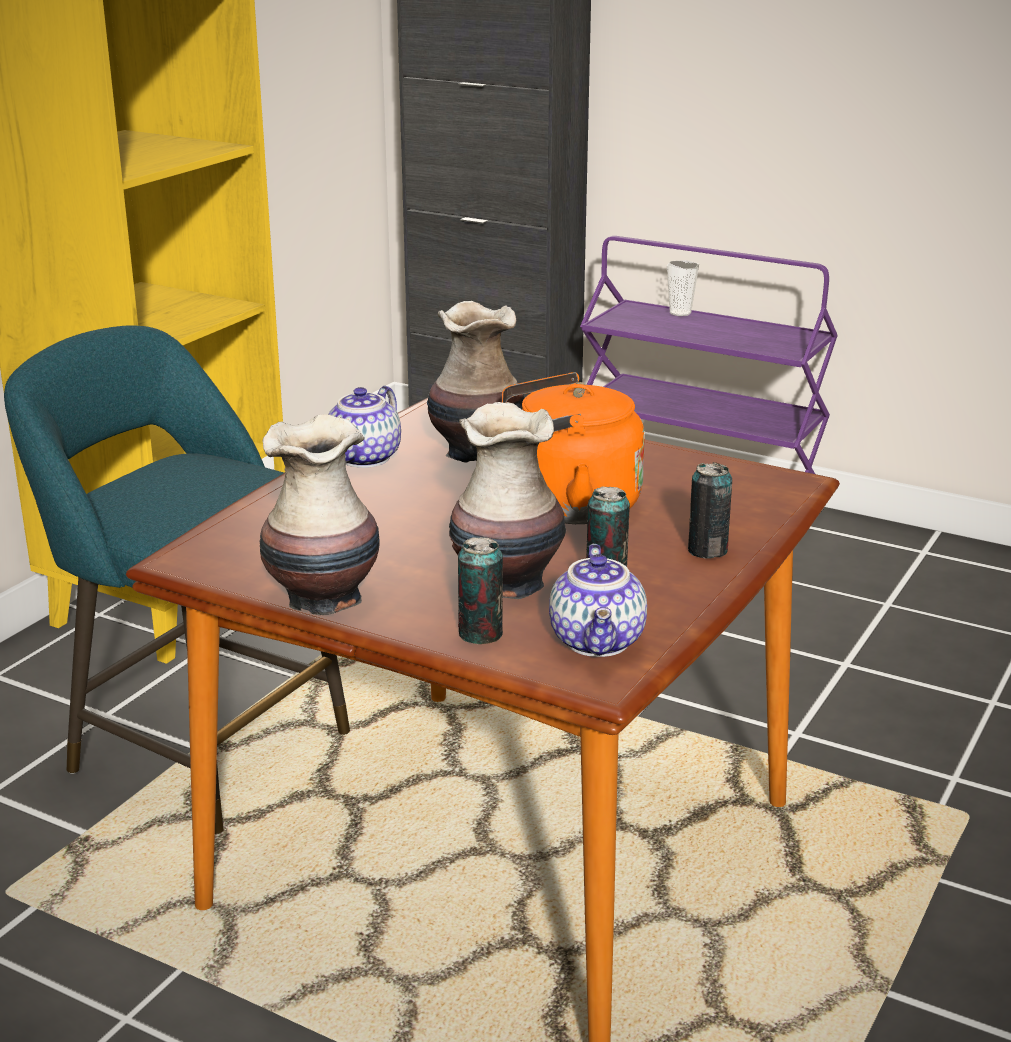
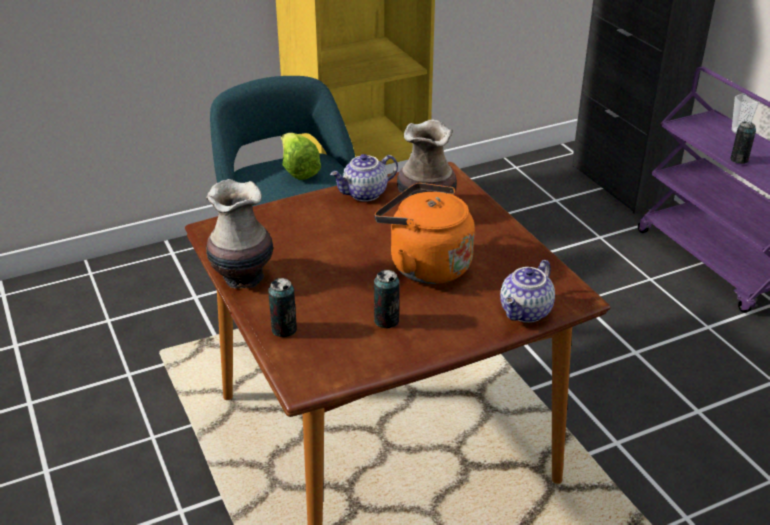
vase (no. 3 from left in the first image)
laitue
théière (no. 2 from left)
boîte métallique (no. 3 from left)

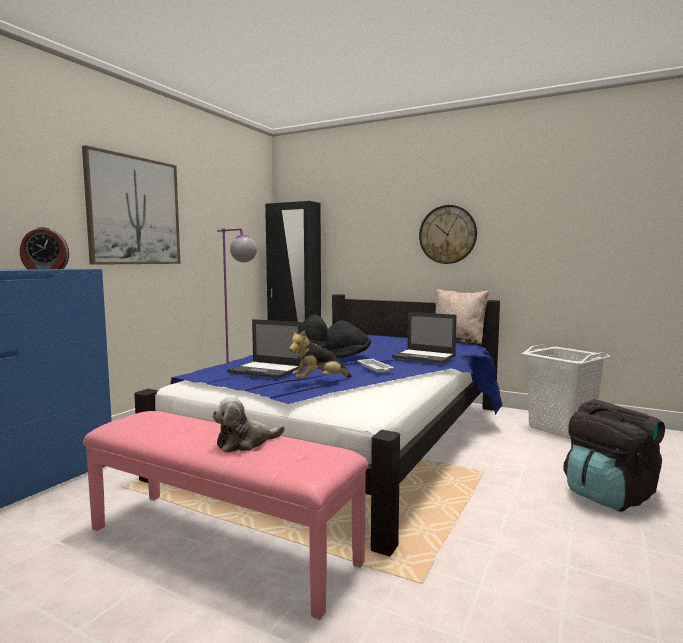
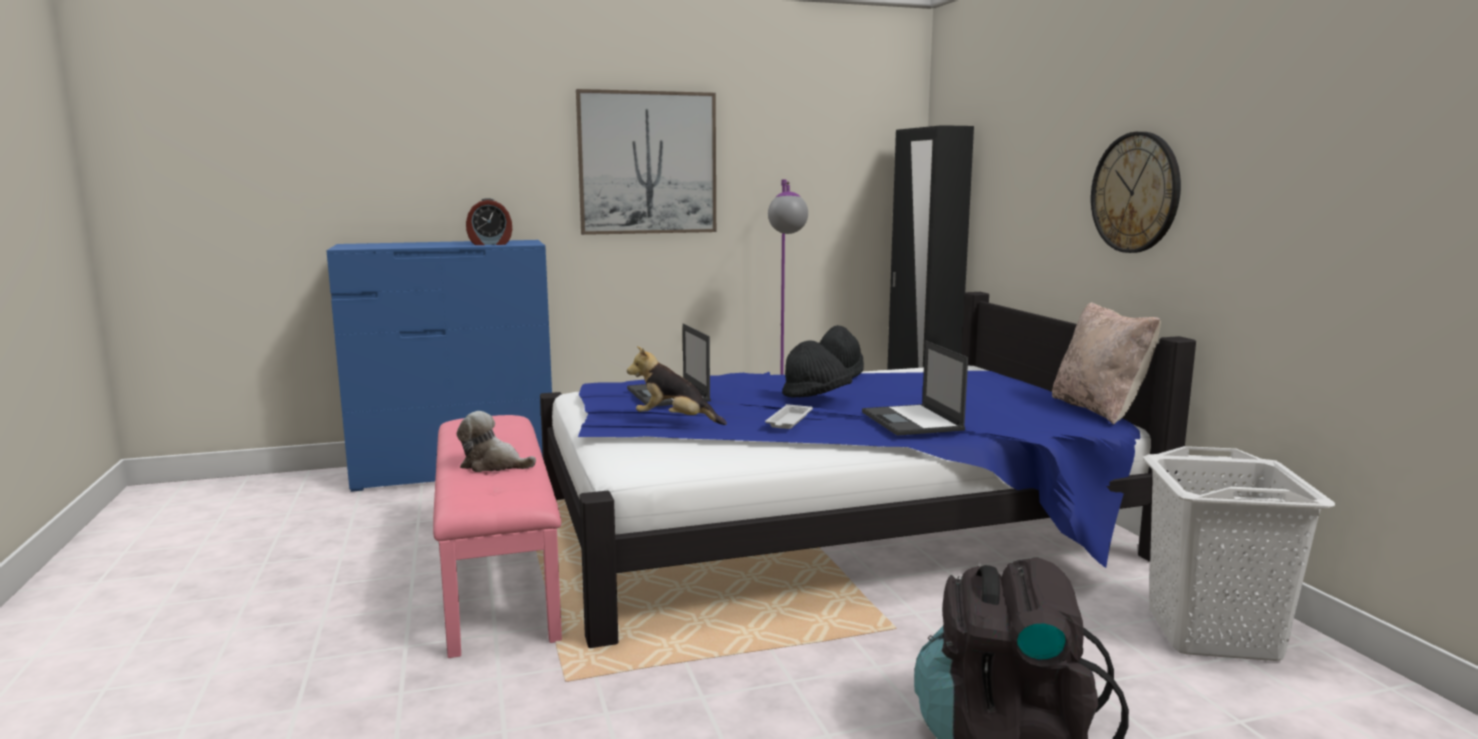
réveil

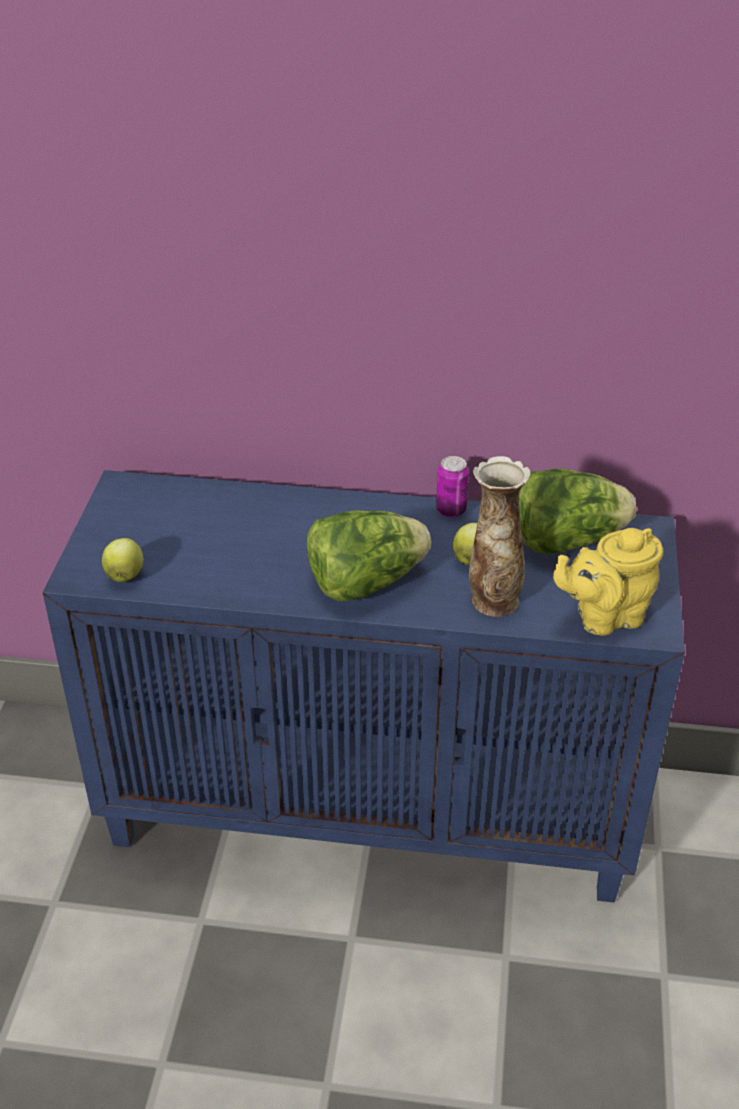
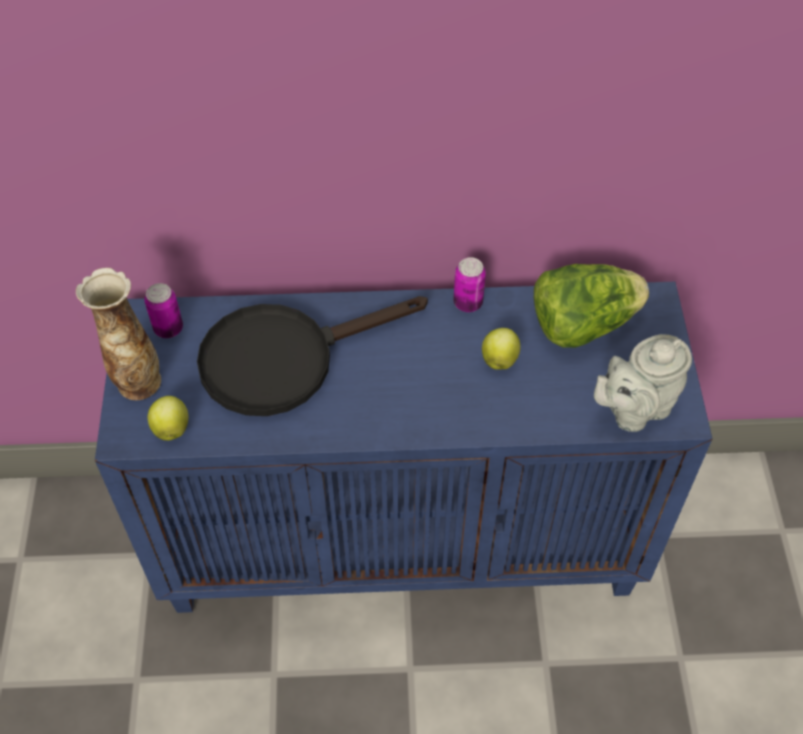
laitue (no. 1 from left in the first image)
boîte métallique (no. 1 from left)
poêle (noir)
vase
théière (gris)

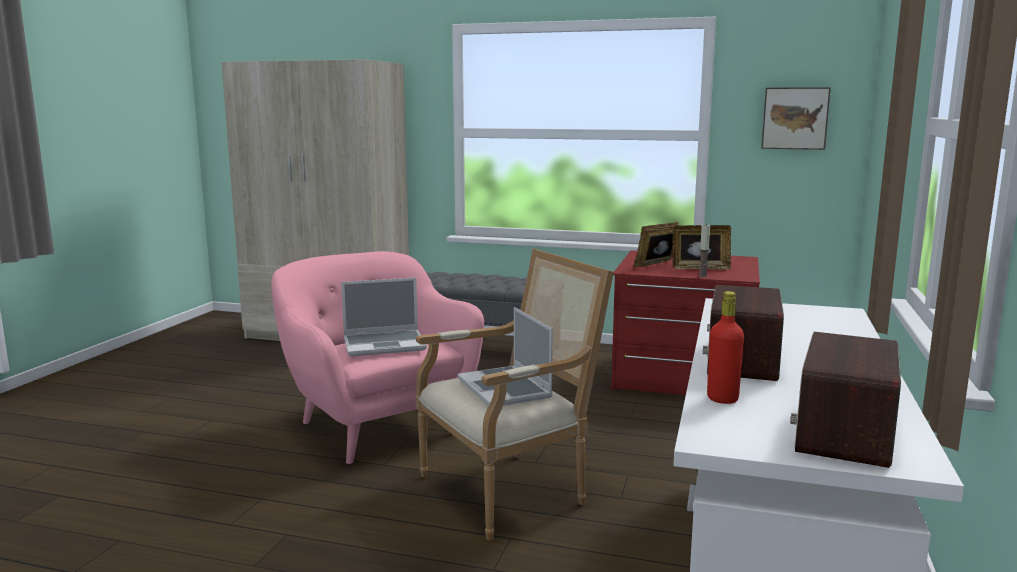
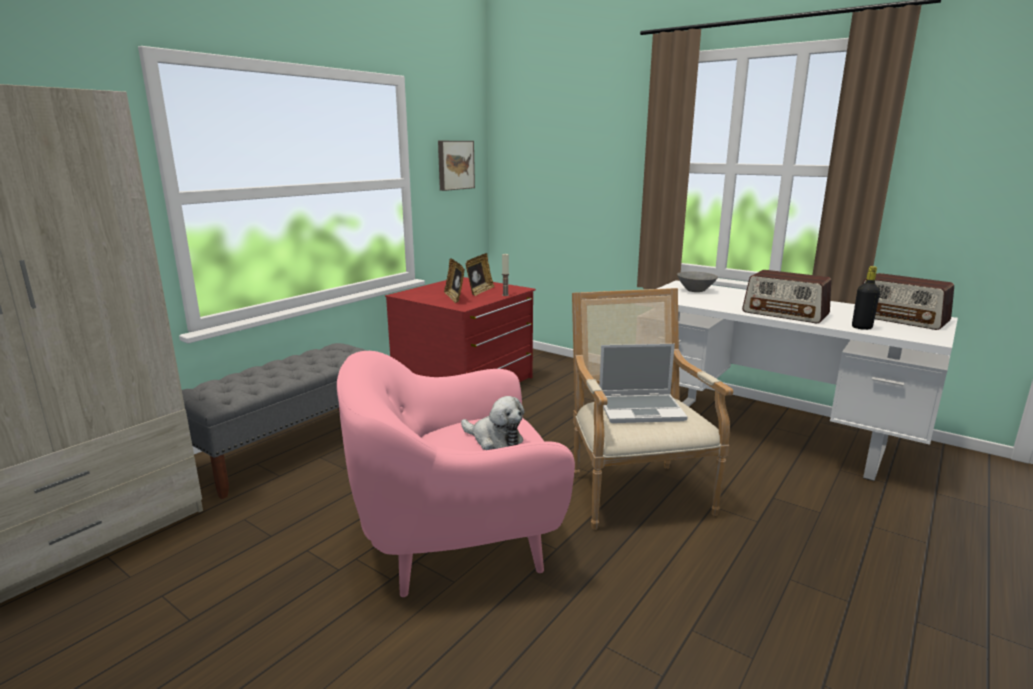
bol (gris)
peluche
bouteille (noir)

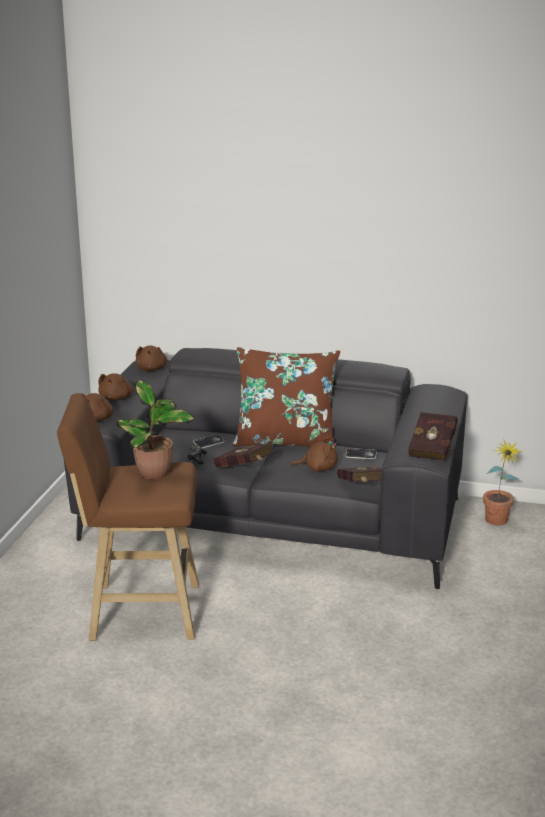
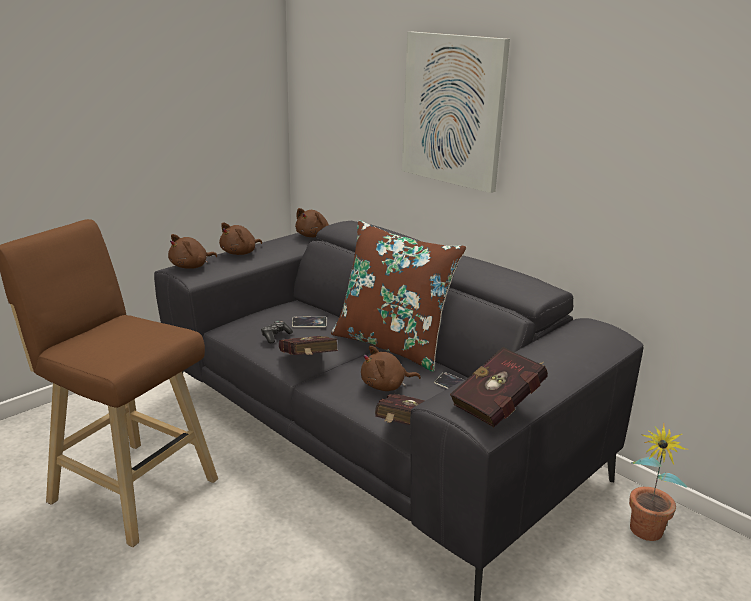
plante en pot (no. 1 from left in the first image)
tableau
peluche (marron) (no. 4 from left)

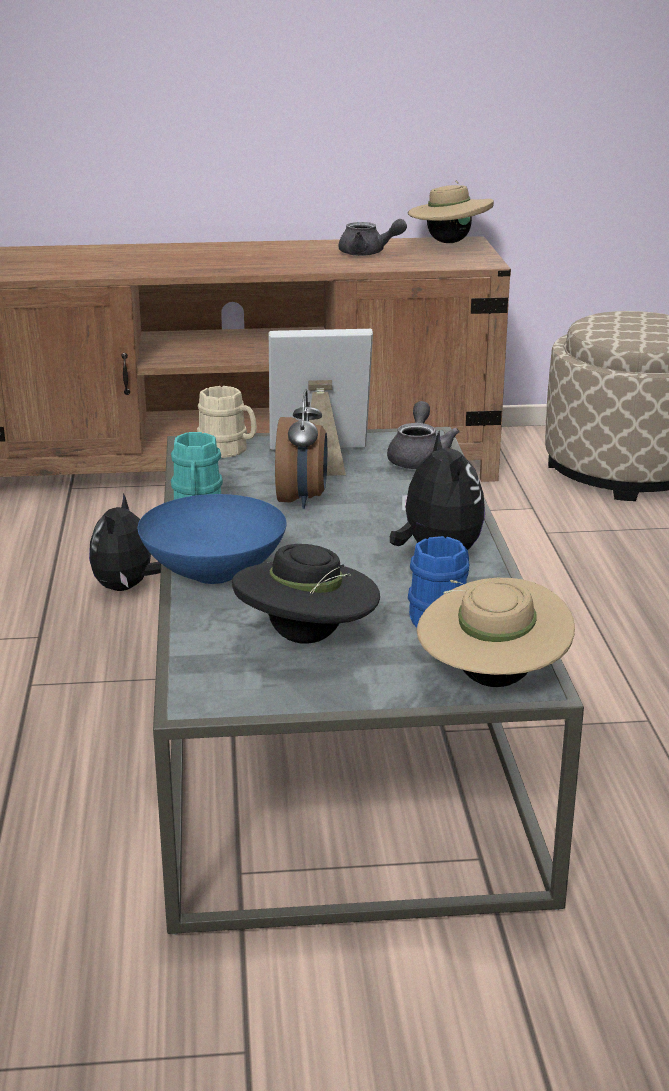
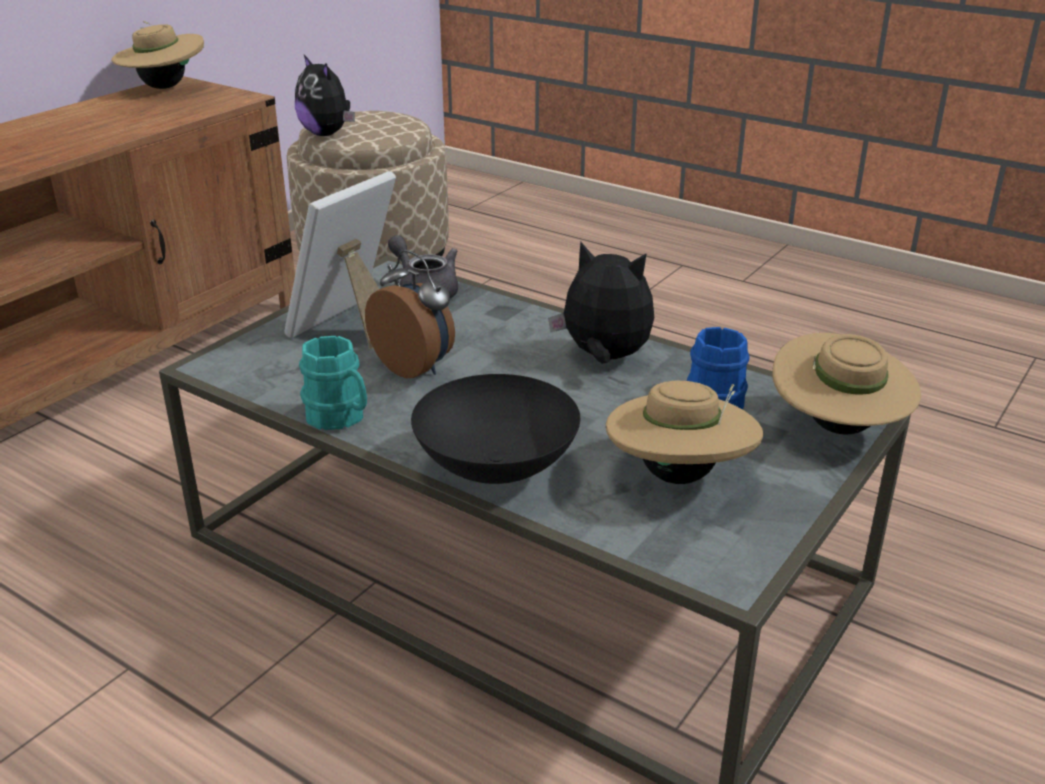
mug (beige)
théière (gris) (no. 1 from left in the first image)
peluche (no. 1 from left)
bol (noir)
chapeau (beige) (no. 2 from left)

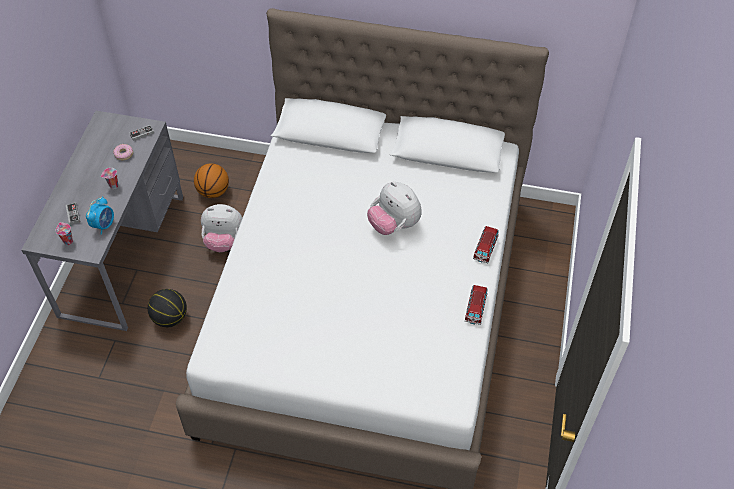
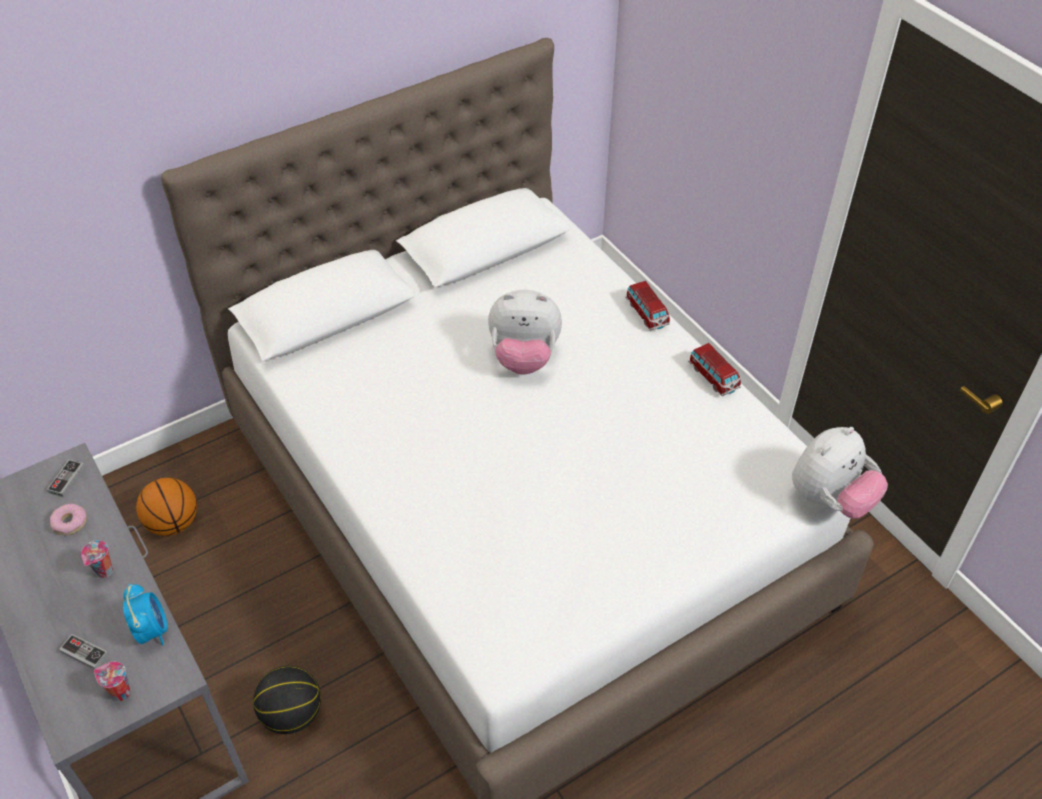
peluche (no. 2 from left)

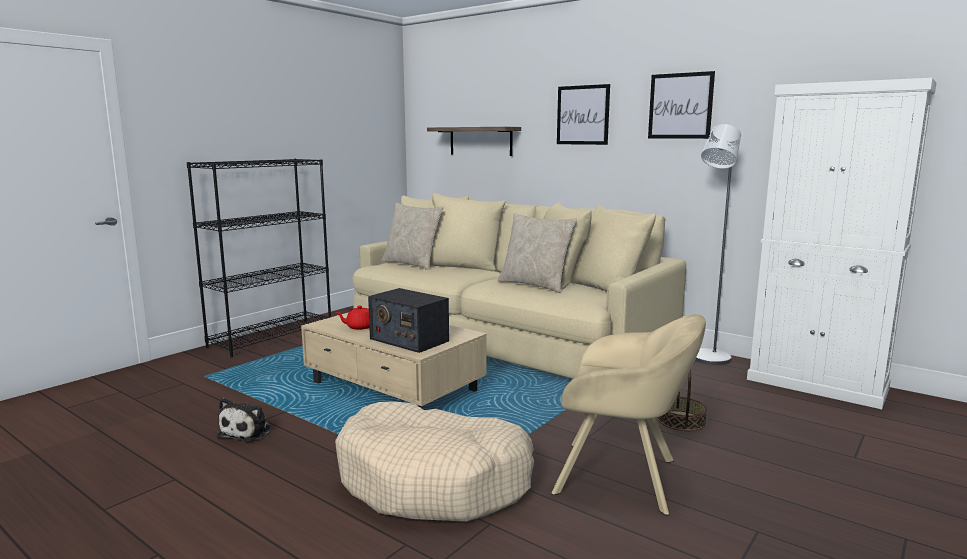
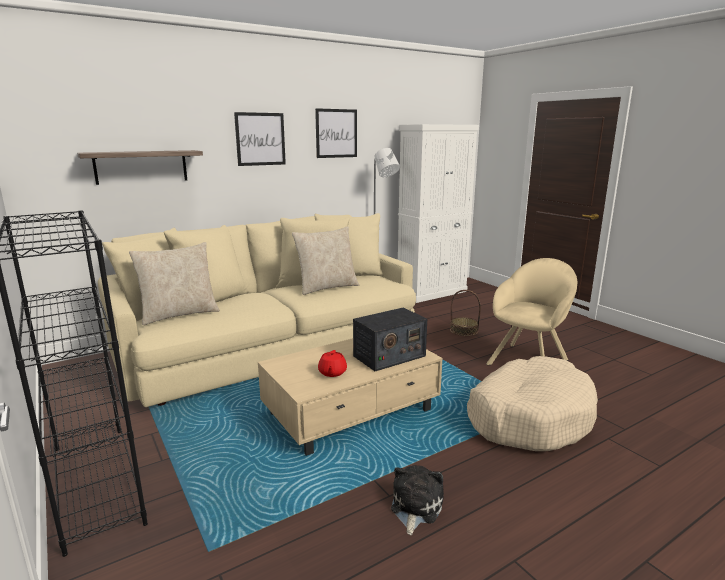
peluche

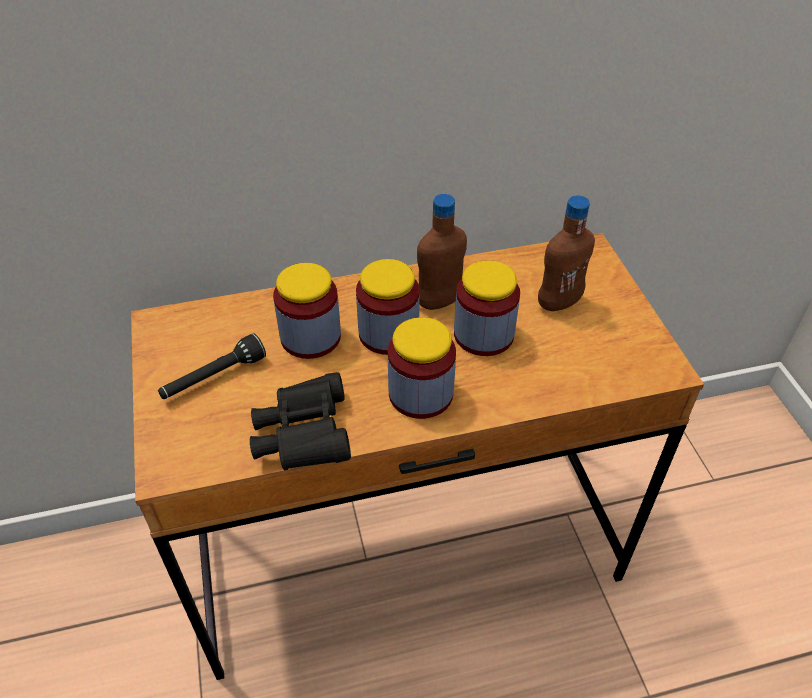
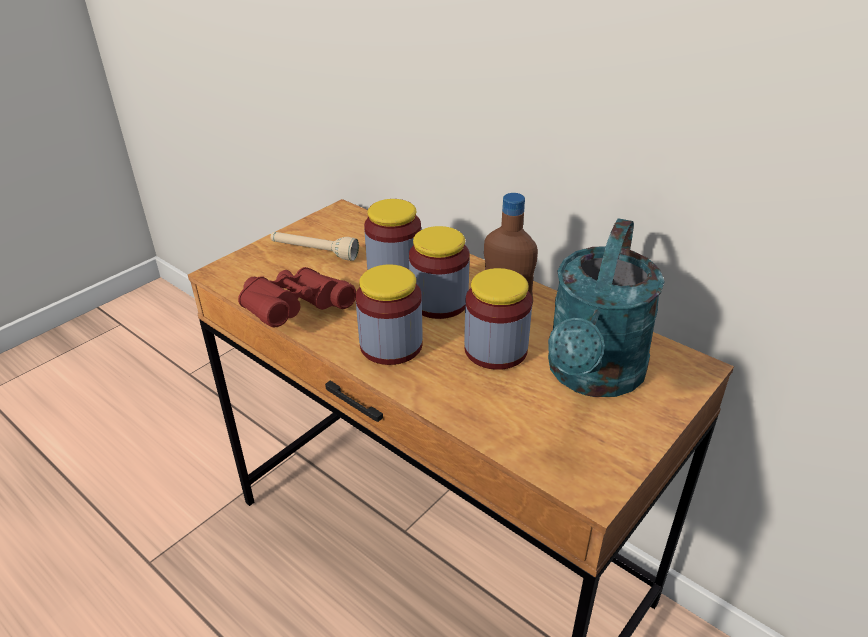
arrosoir (turquoise)
lampe de poche (beige)
jumelles (rouge)

